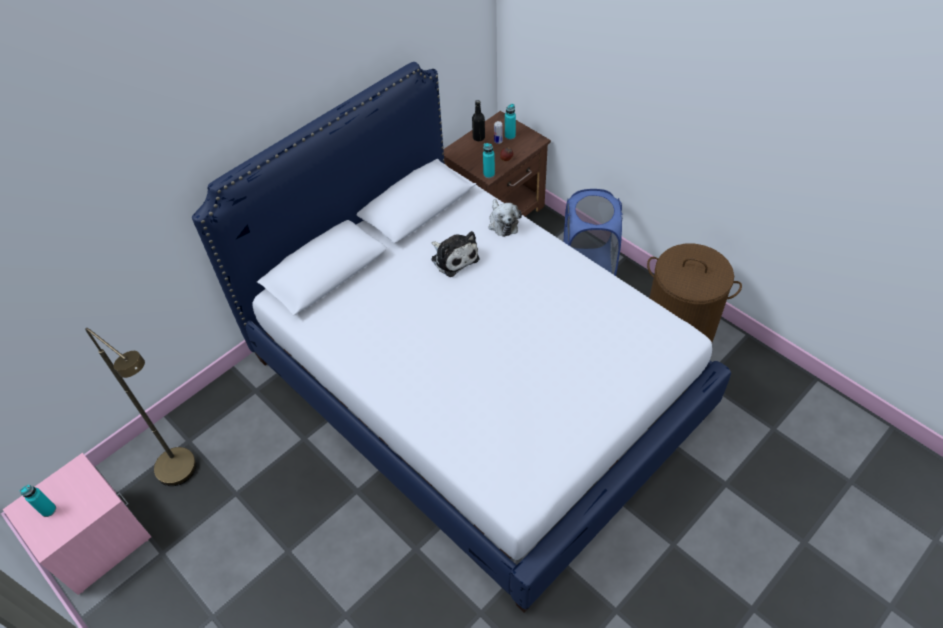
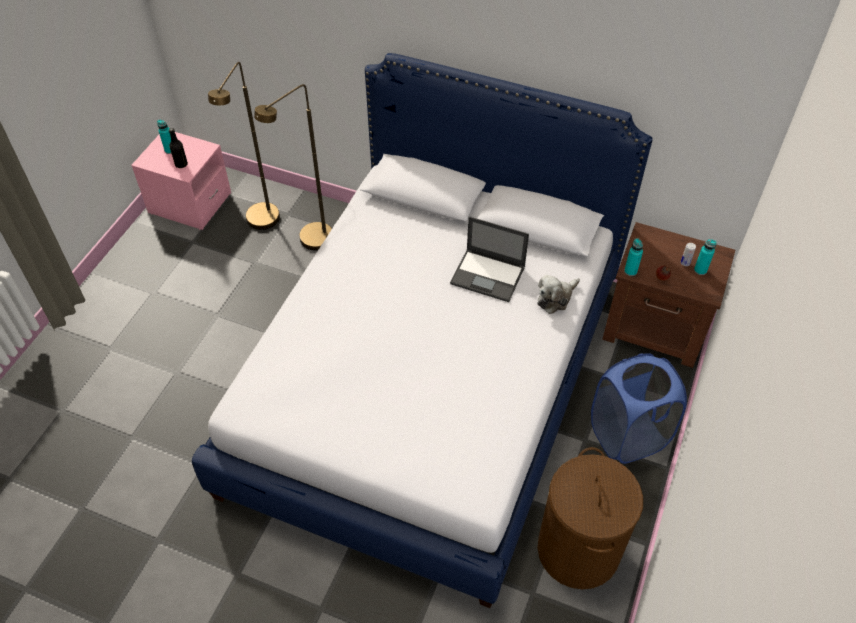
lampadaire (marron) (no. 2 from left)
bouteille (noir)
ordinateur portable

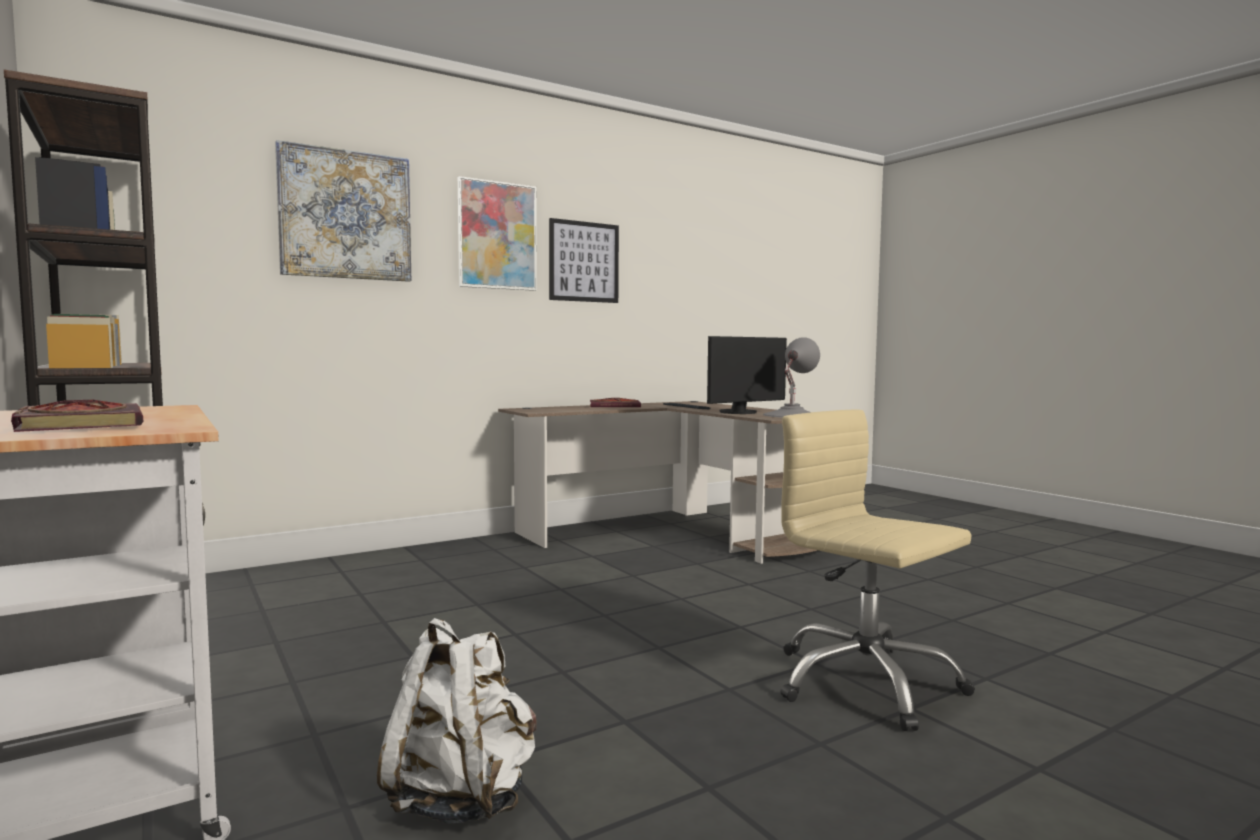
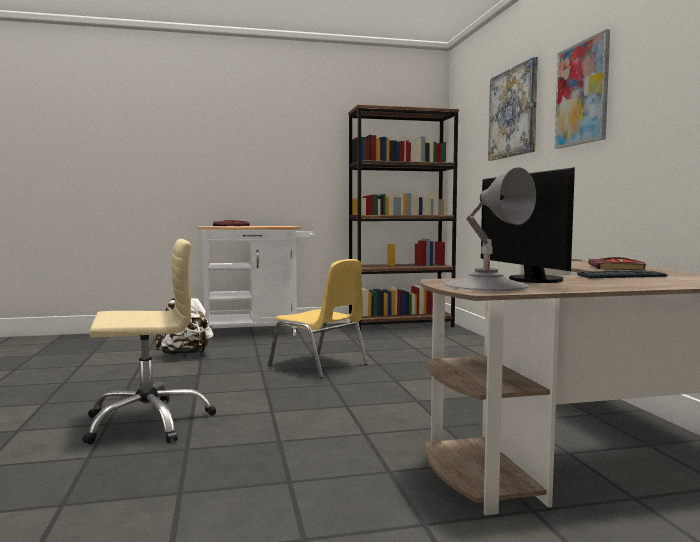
tableau (no. 3 from left in the first image)
chaise (jaune)

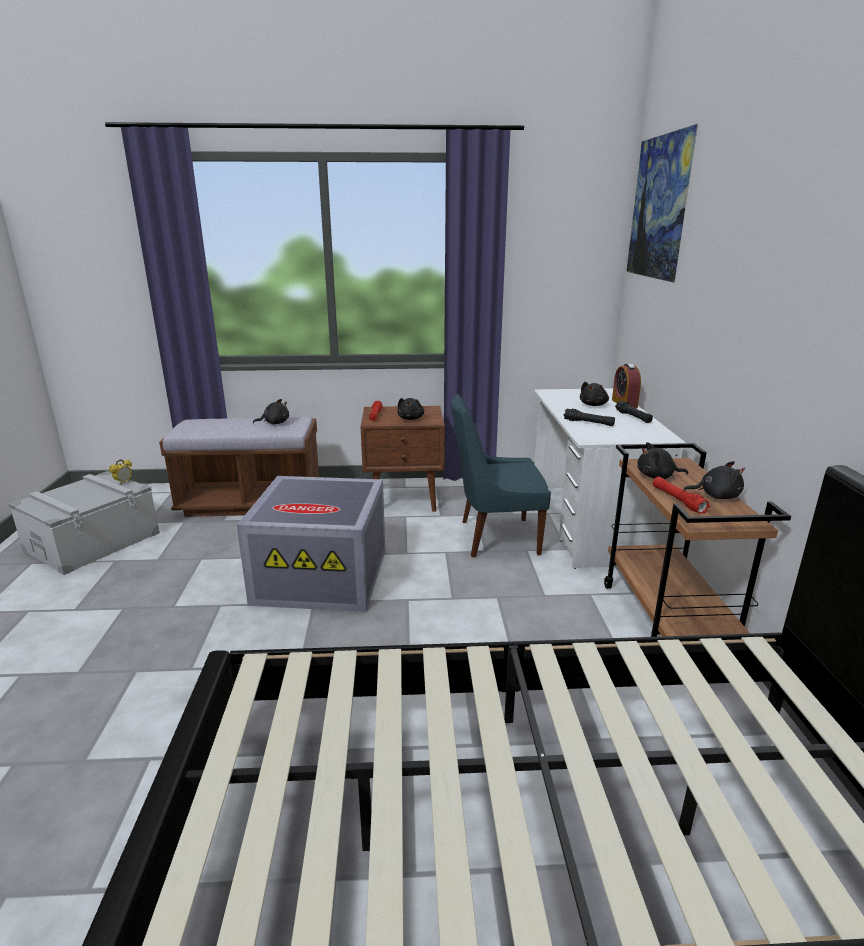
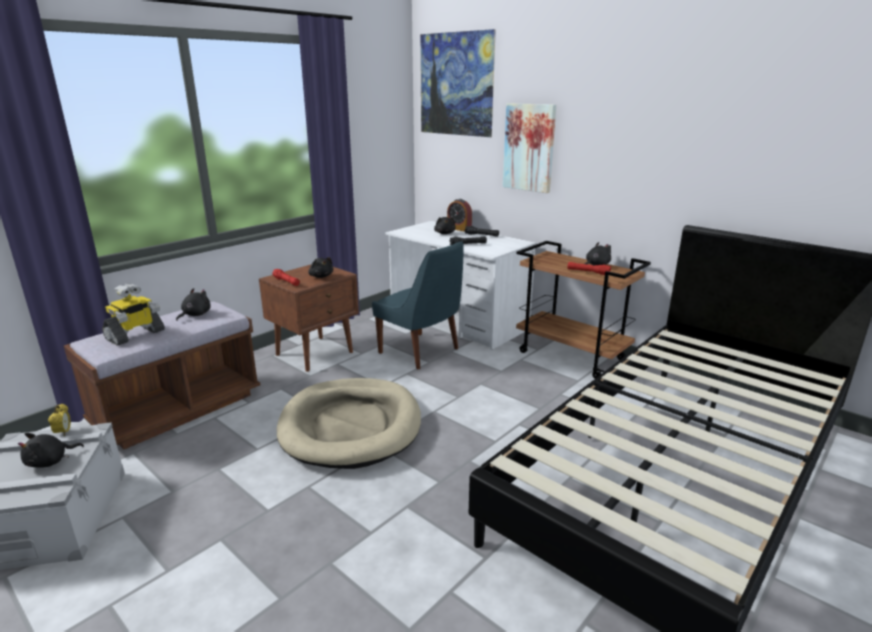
robot jouet
tableau (no. 2 from left)
peluche (noir) (no. 1 from left)
panier pour chien (beige)
chaise (bleu)

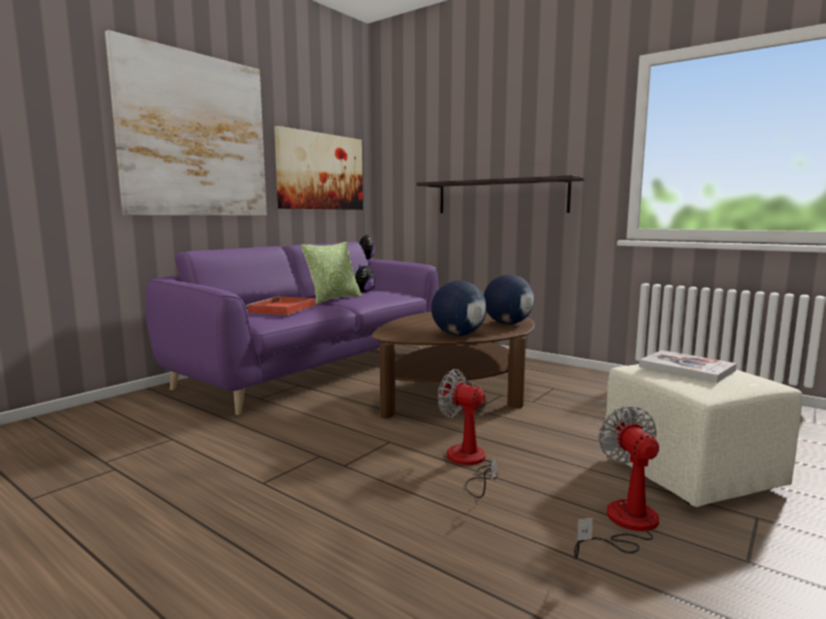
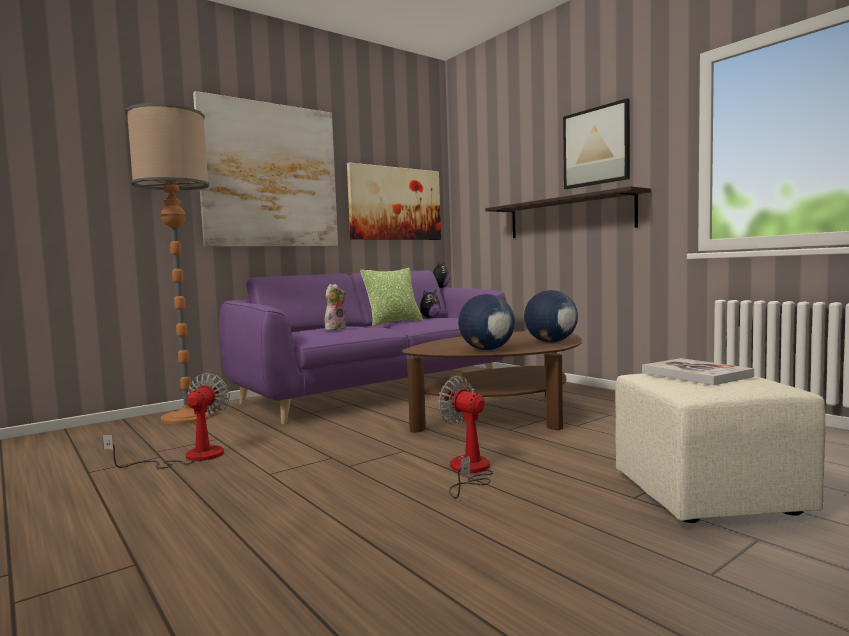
lampadaire
tableau (no. 3 from left)
ventilateur (no. 1 from left)
peluche (no. 1 from left)

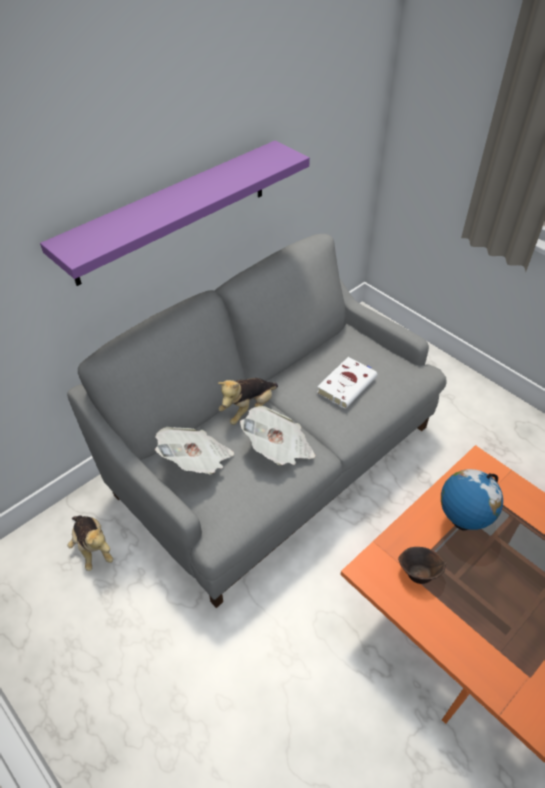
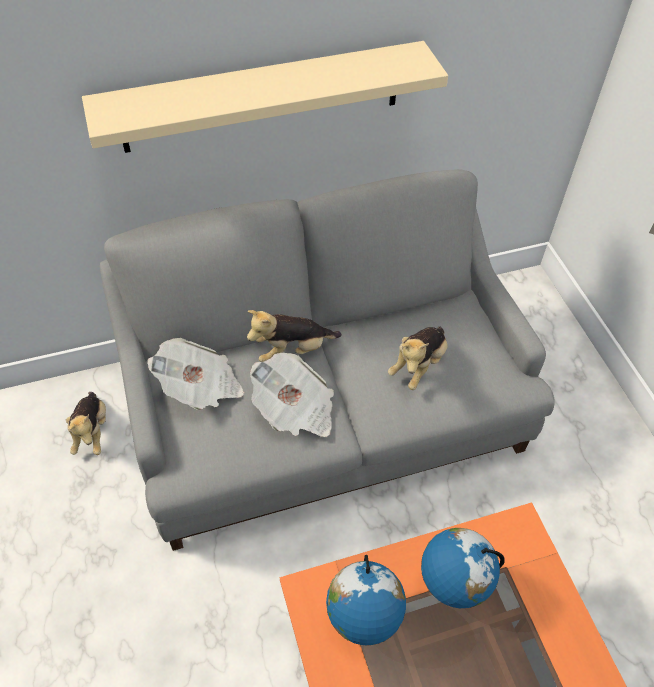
peluche (no. 3 from left)
globe (no. 1 from left)
étagère (beige)

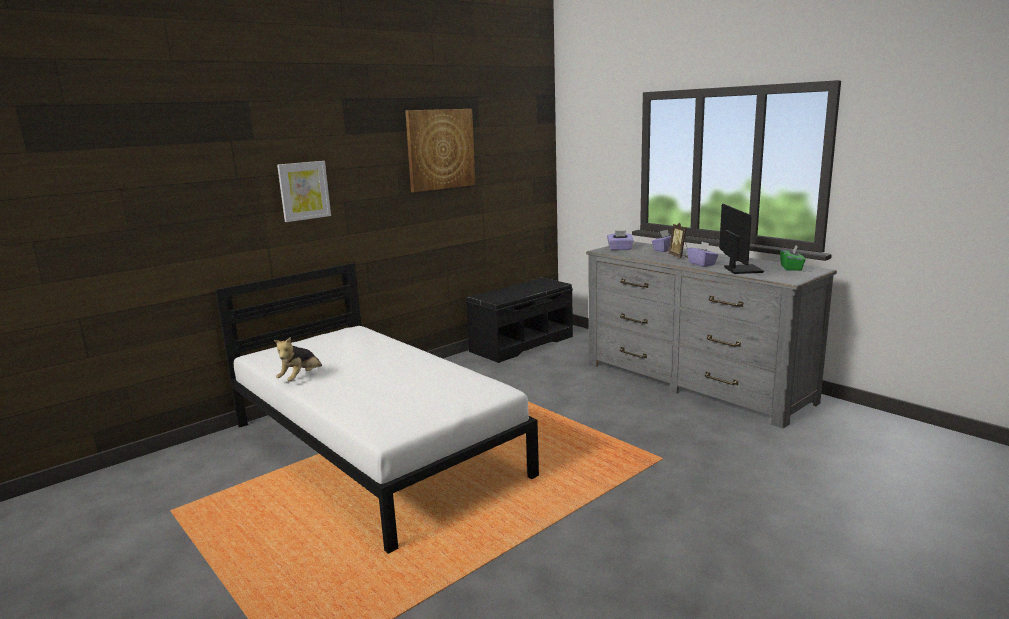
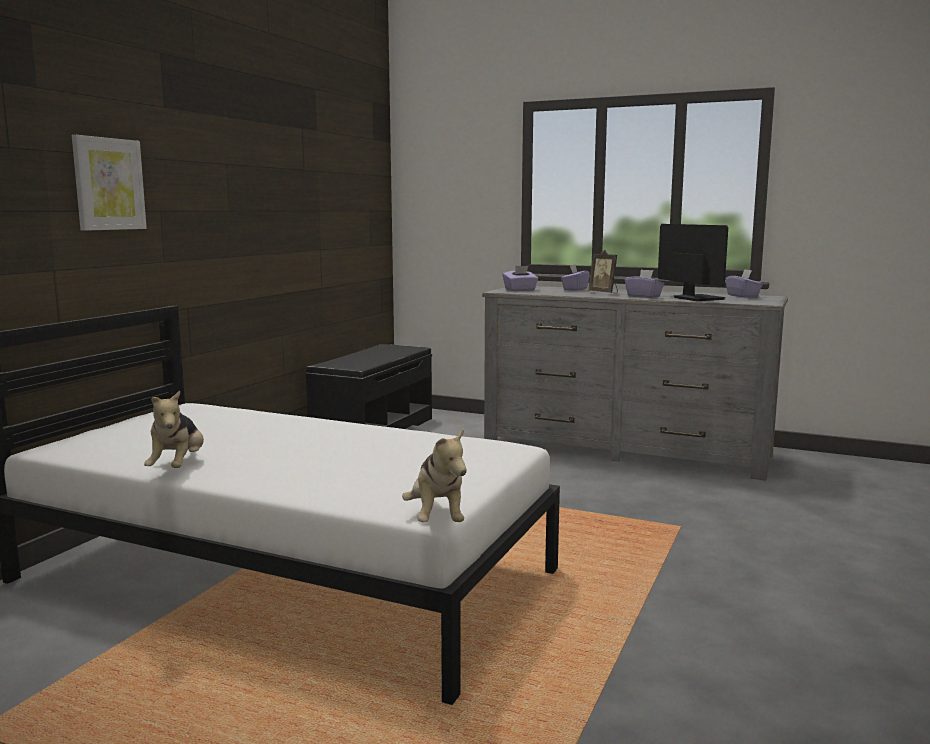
tableau (no. 2 from left in the first image)
peluche (no. 2 from left)
boîte à mouchoirs (violet) (no. 4 from left)

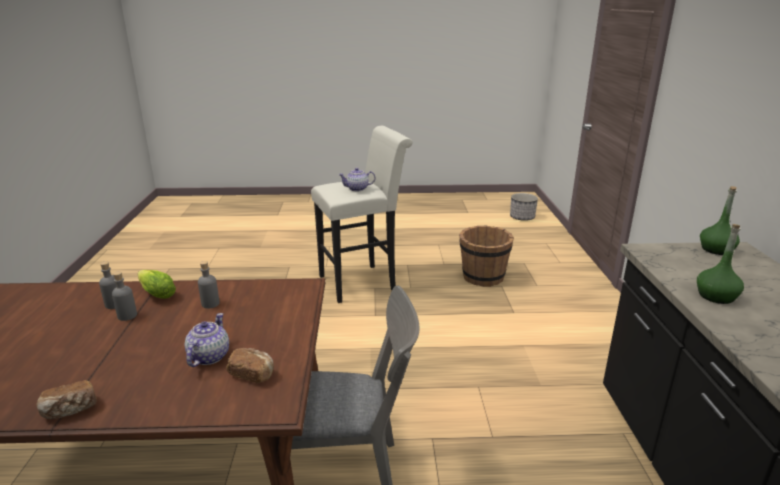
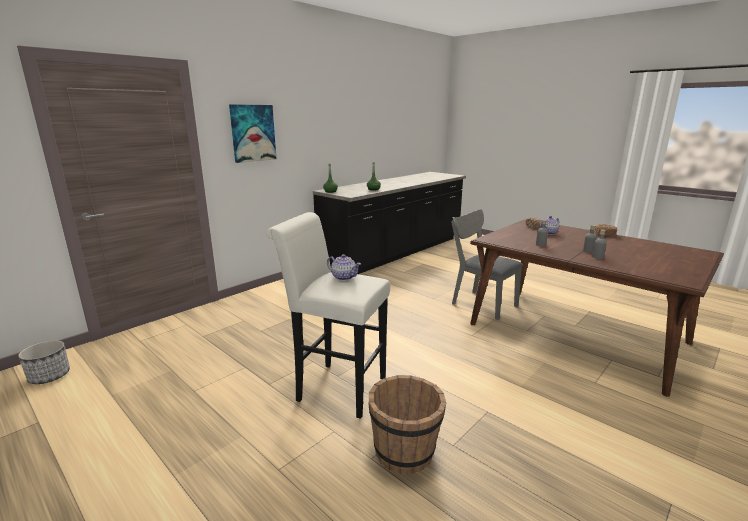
laitue
tableau
seau (marron)

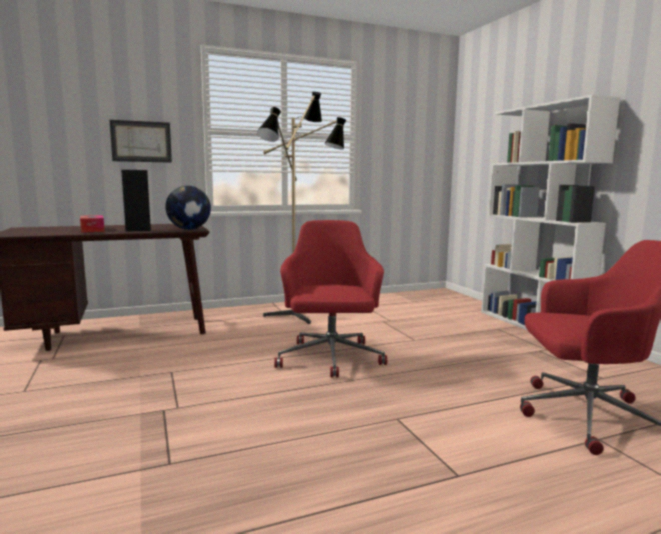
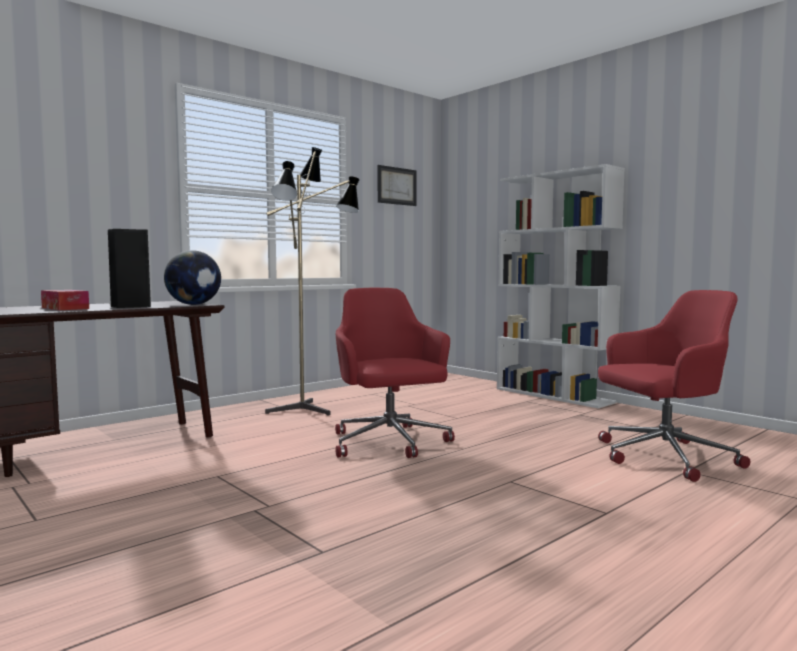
tableau

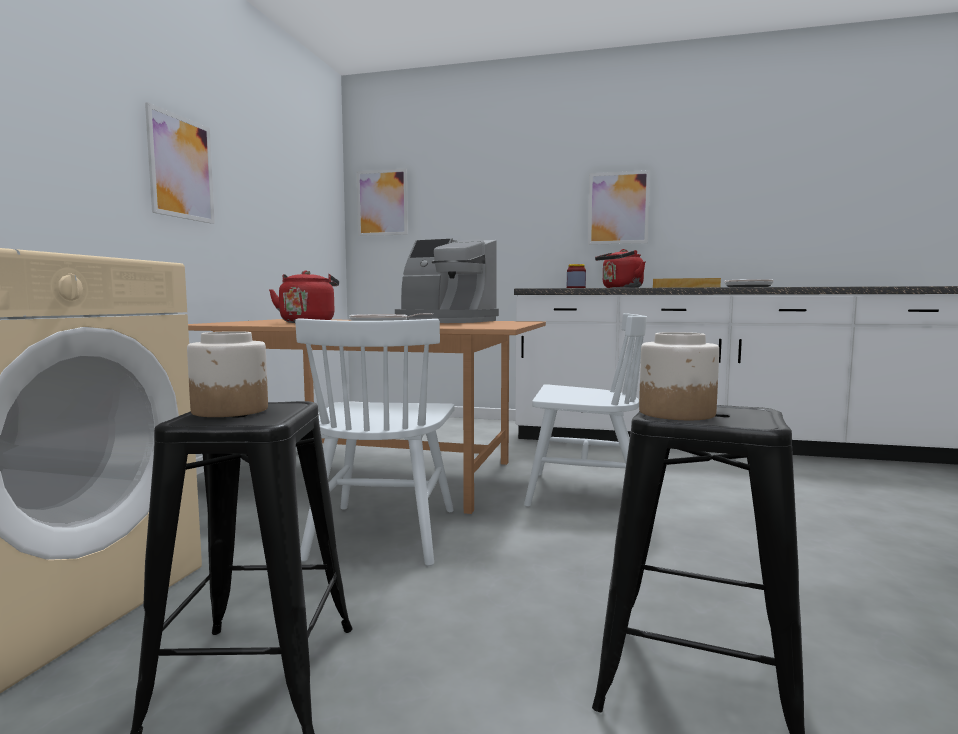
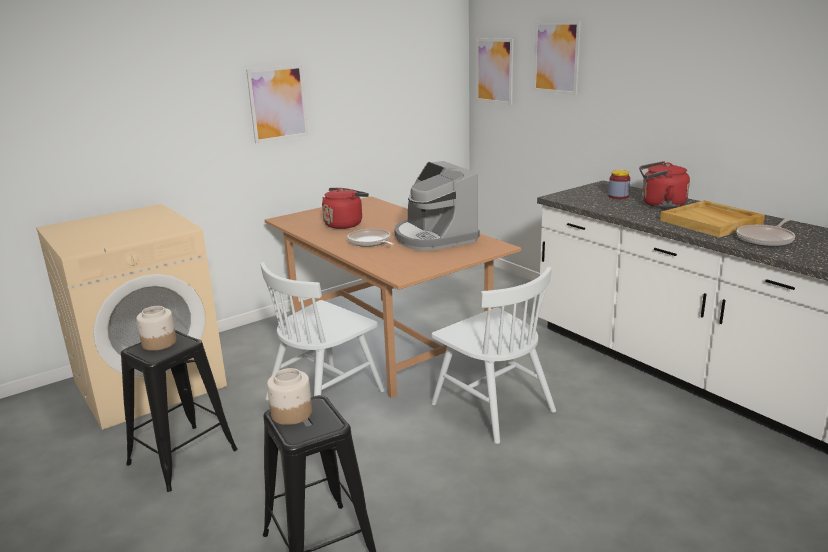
tableau (no. 3 from left)

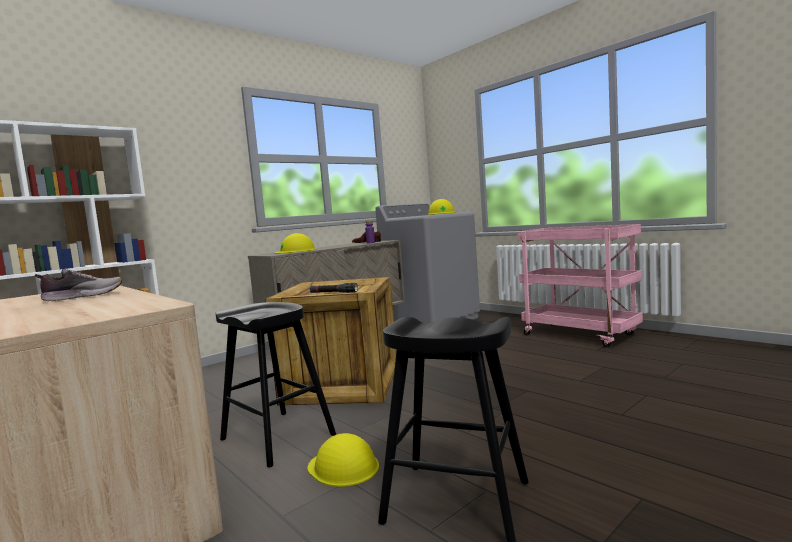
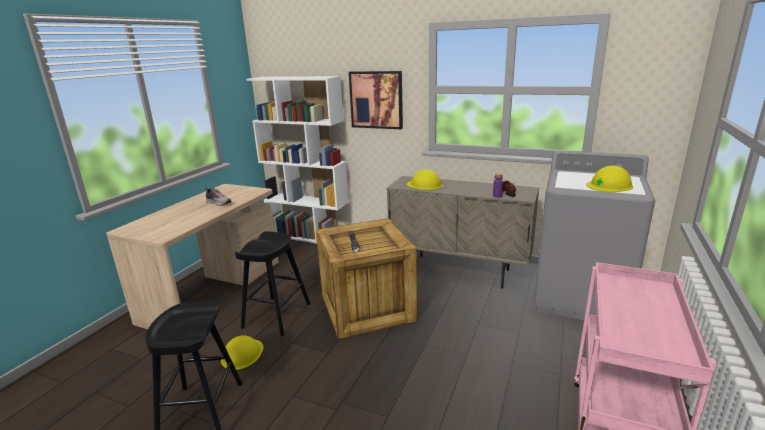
tableau

